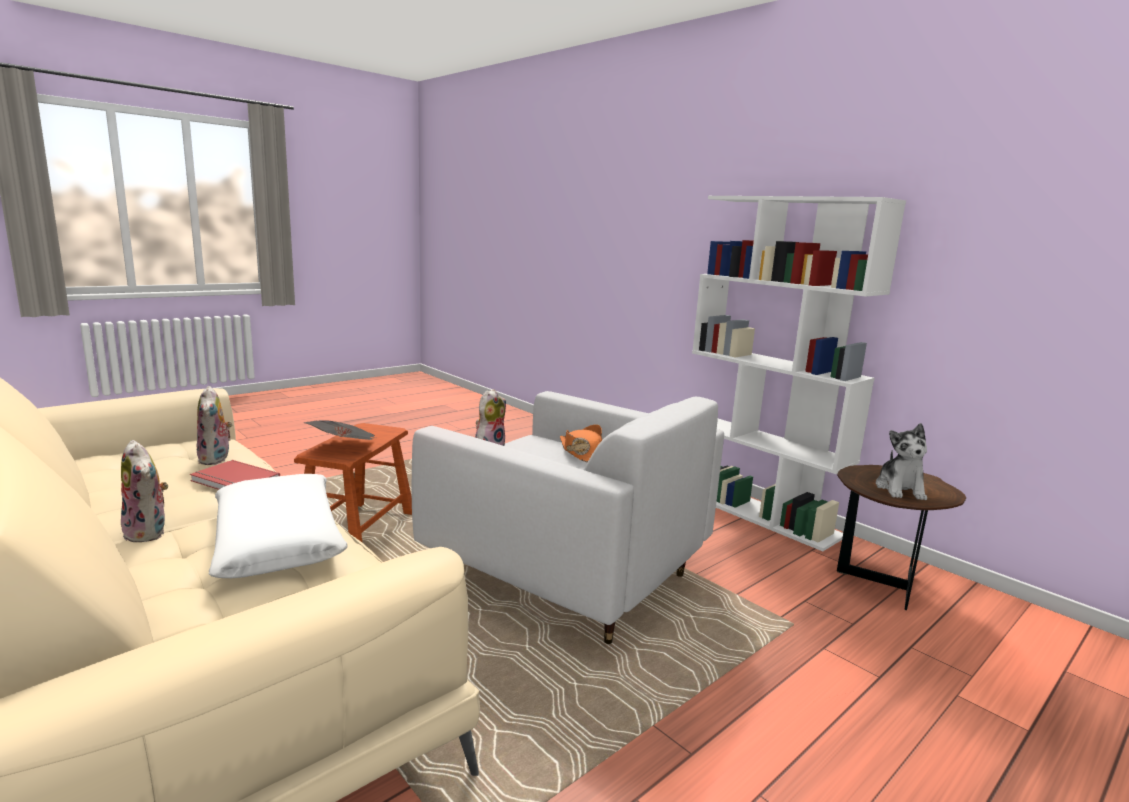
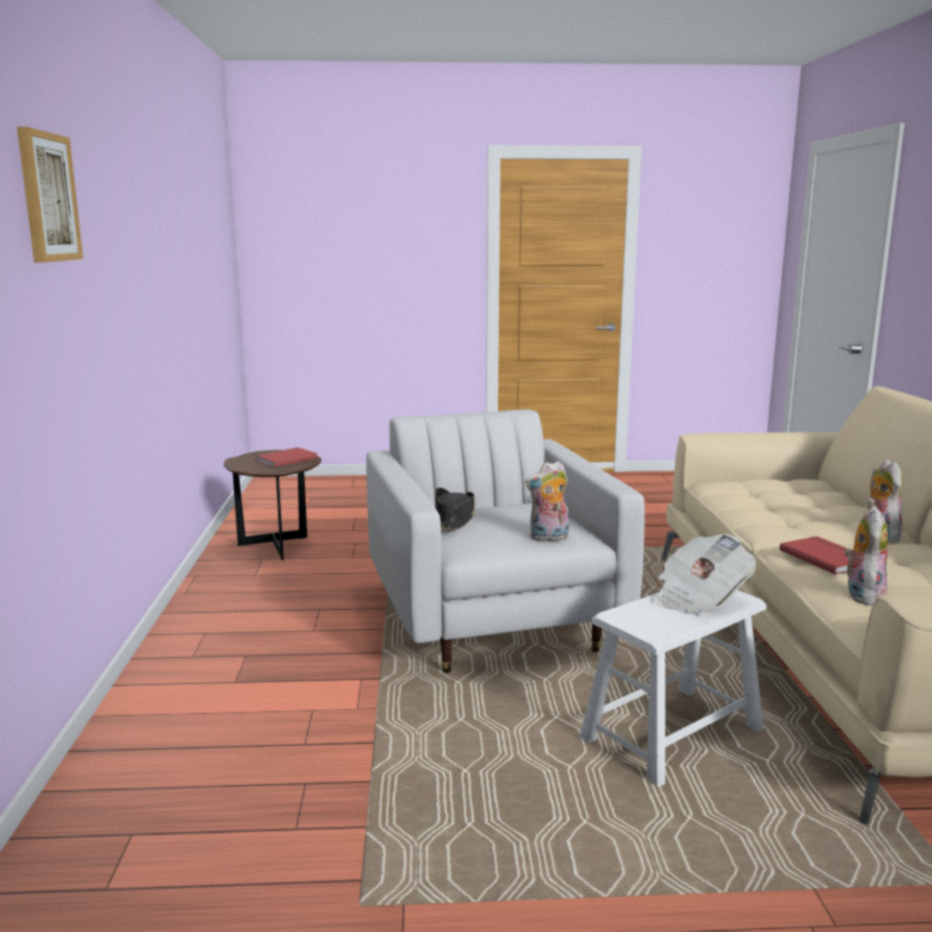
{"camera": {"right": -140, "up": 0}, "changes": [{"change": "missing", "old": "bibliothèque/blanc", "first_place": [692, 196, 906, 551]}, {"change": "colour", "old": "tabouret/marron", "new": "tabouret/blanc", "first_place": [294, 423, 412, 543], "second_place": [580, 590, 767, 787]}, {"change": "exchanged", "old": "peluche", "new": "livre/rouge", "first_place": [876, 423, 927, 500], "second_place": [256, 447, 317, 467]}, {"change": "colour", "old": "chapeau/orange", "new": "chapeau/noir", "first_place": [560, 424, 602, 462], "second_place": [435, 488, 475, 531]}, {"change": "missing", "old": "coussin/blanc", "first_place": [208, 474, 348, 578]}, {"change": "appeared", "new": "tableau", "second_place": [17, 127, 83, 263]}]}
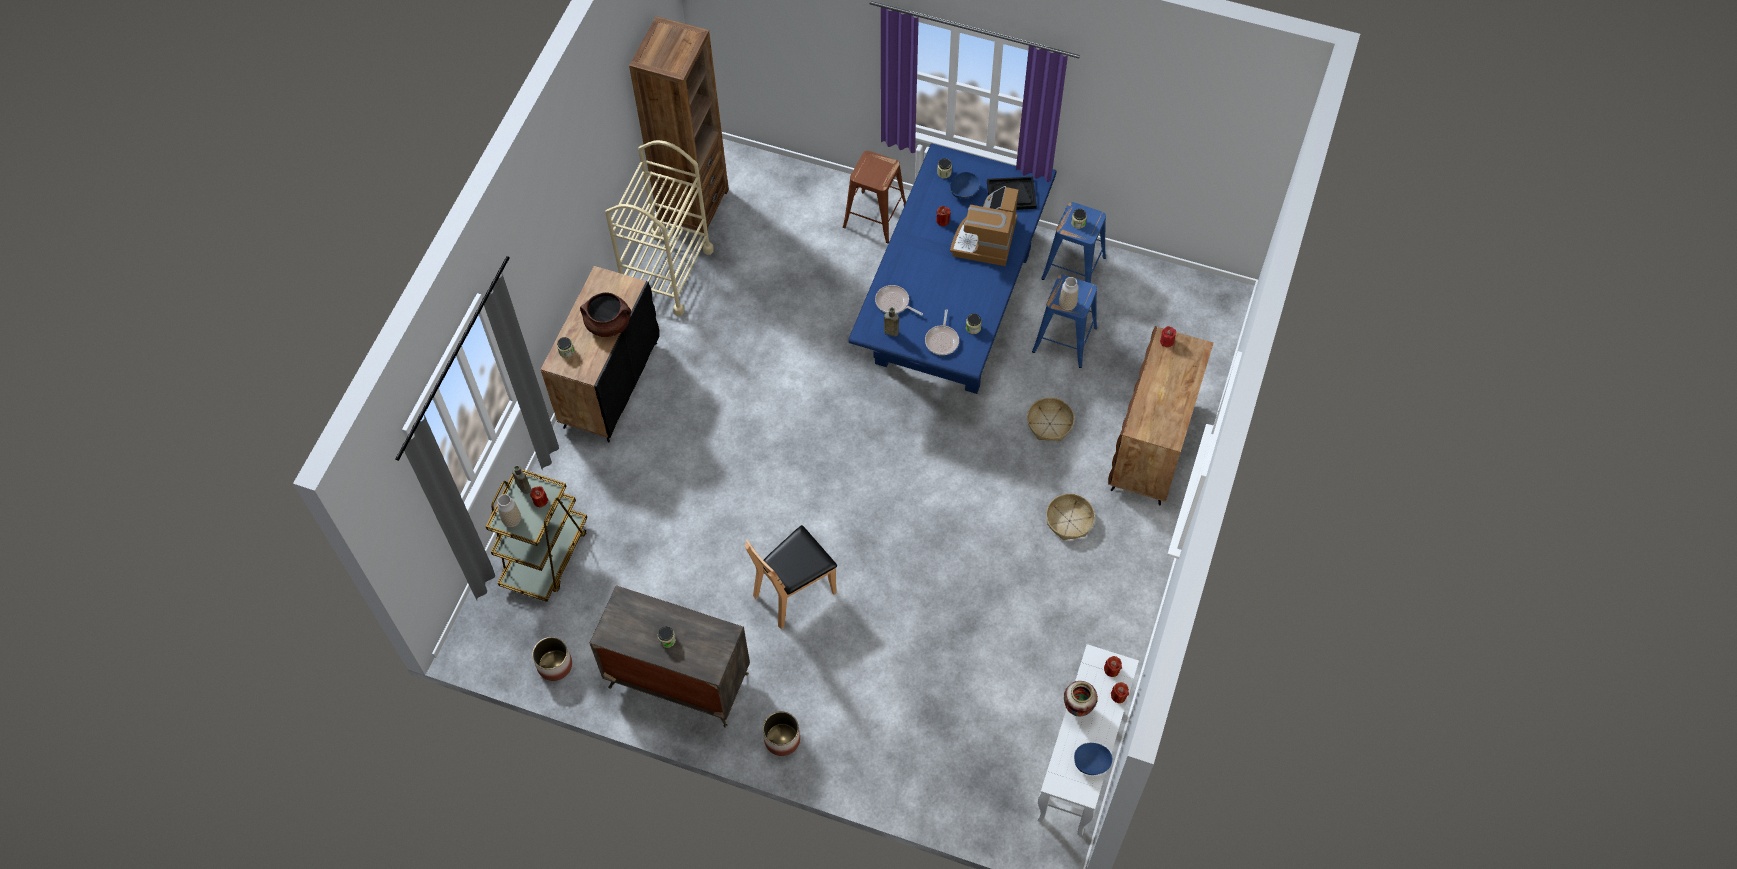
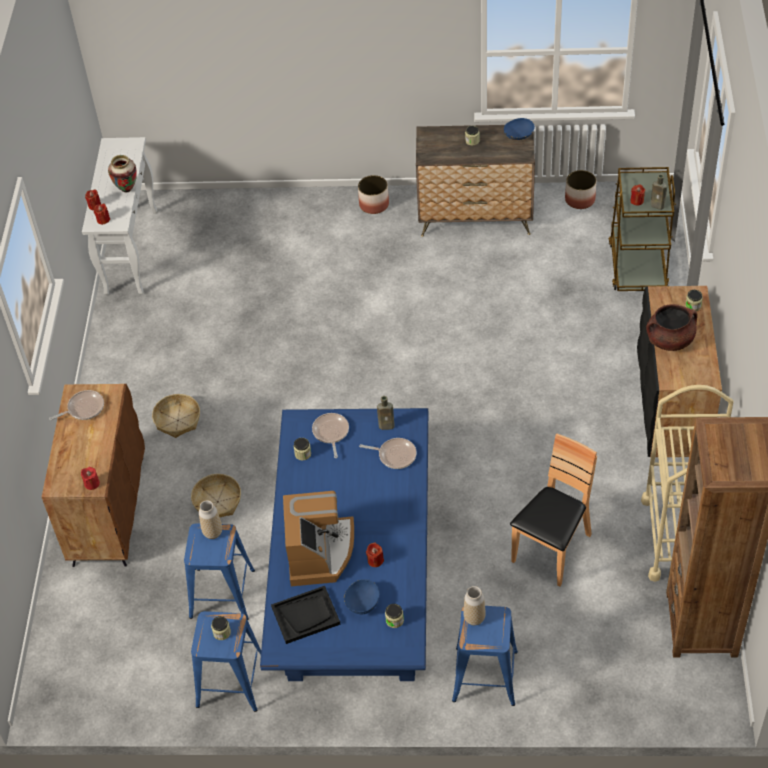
{"camera": {"right": 165, "up": -10}, "changes": [{"change": "colour", "old": "tabouret/marron", "new": "tabouret/bleu", "first_place": [843, 151, 906, 243], "second_place": [452, 606, 518, 706]}, {"change": "relocated", "old": "vase", "first_place": [497, 494, 521, 527], "second_place": [463, 586, 486, 625]}, {"change": "relocated", "old": "chaise/marron", "first_place": [745, 525, 837, 629], "second_place": [510, 434, 597, 587]}, {"change": "relocated", "old": "bol/bleu", "first_place": [1074, 743, 1113, 775], "second_place": [504, 118, 535, 140]}, {"change": "appeared", "new": "poêle", "second_place": [49, 390, 104, 420]}]}
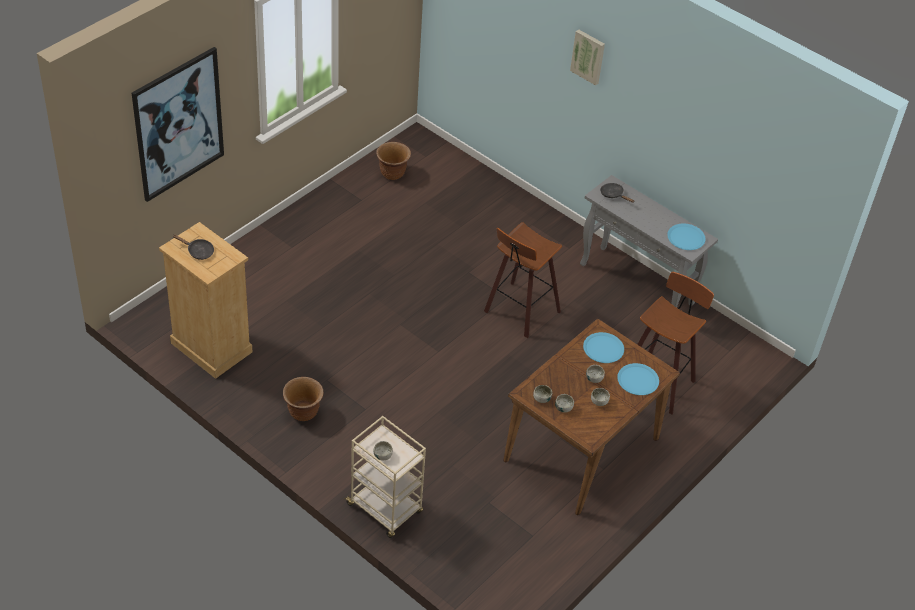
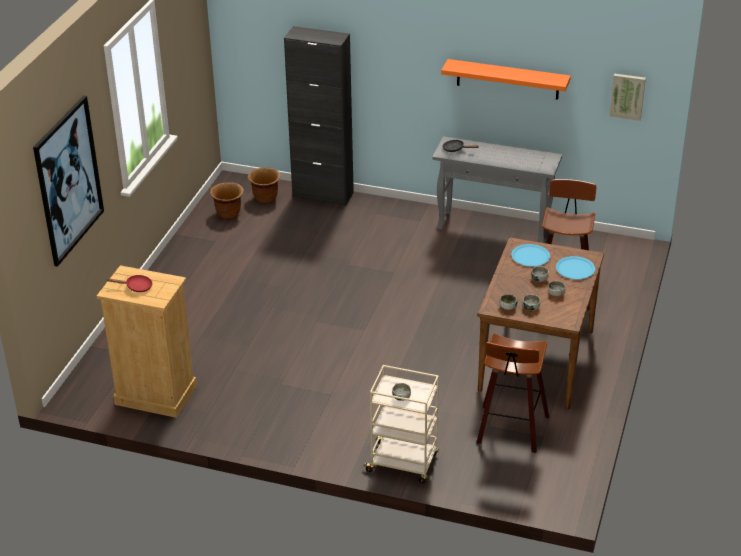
{"camera": {"right": -20, "up": -10}, "changes": [{"change": "relocated", "old": "tableau", "first_place": [570, 29, 605, 85], "second_place": [610, 73, 646, 121]}, {"change": "relocated", "old": "tabouret", "first_place": [484, 222, 562, 338], "second_place": [477, 333, 549, 453]}, {"change": "missing", "old": "assiette/bleu", "first_place": [667, 224, 706, 250]}, {"change": "colour", "old": "poêle/noir", "new": "poêle/rouge", "first_place": [173, 235, 214, 260], "second_place": [107, 275, 152, 292]}, {"change": "relocated", "old": "cache-pot/marron", "first_place": [283, 377, 324, 421], "second_place": [248, 167, 281, 203]}, {"change": "appeared", "new": "meuble de rangement/noir", "second_place": [284, 26, 354, 206]}, {"change": "appeared", "new": "étagère/orange", "second_place": [441, 59, 571, 100]}]}
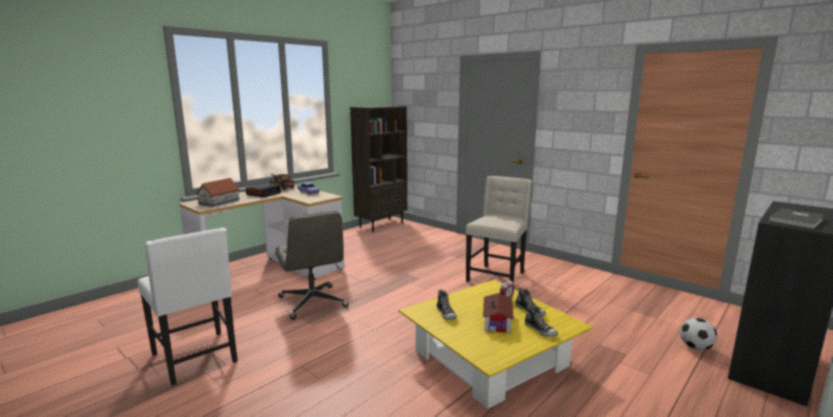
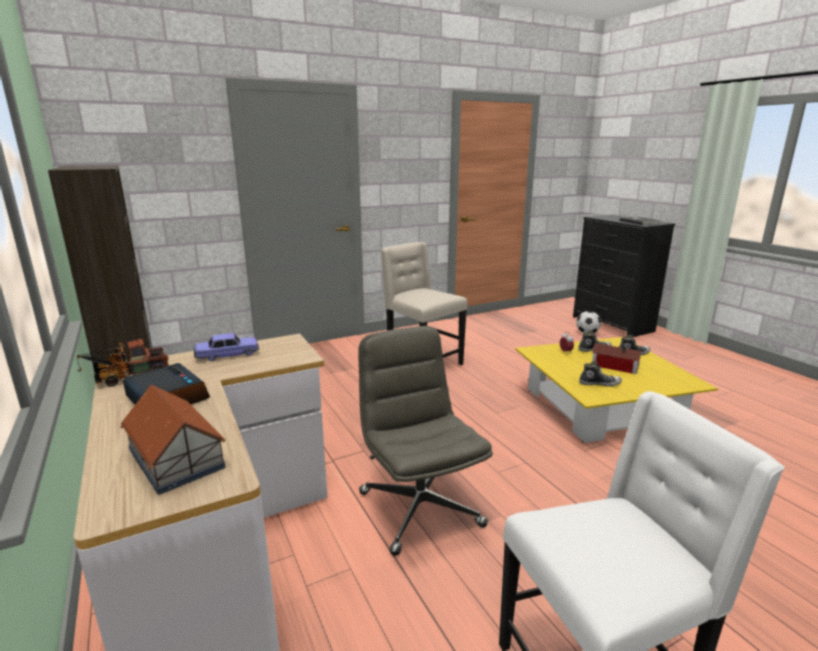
{"camera": {"right": -70, "up": 5}, "changes": [{"change": "spun", "old": "chaise de bureau/gris", "first_place": [275, 211, 348, 320], "second_place": [358, 326, 493, 556], "degrees": -105}]}
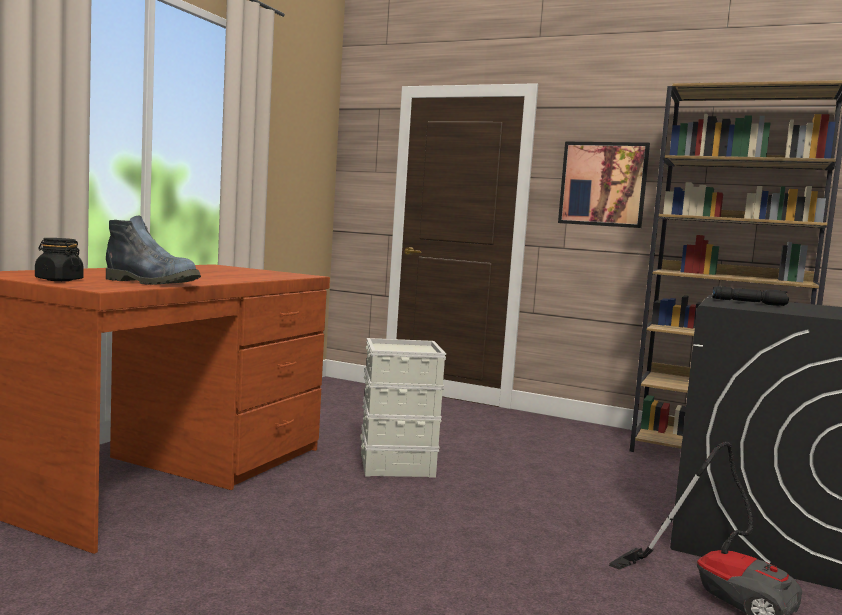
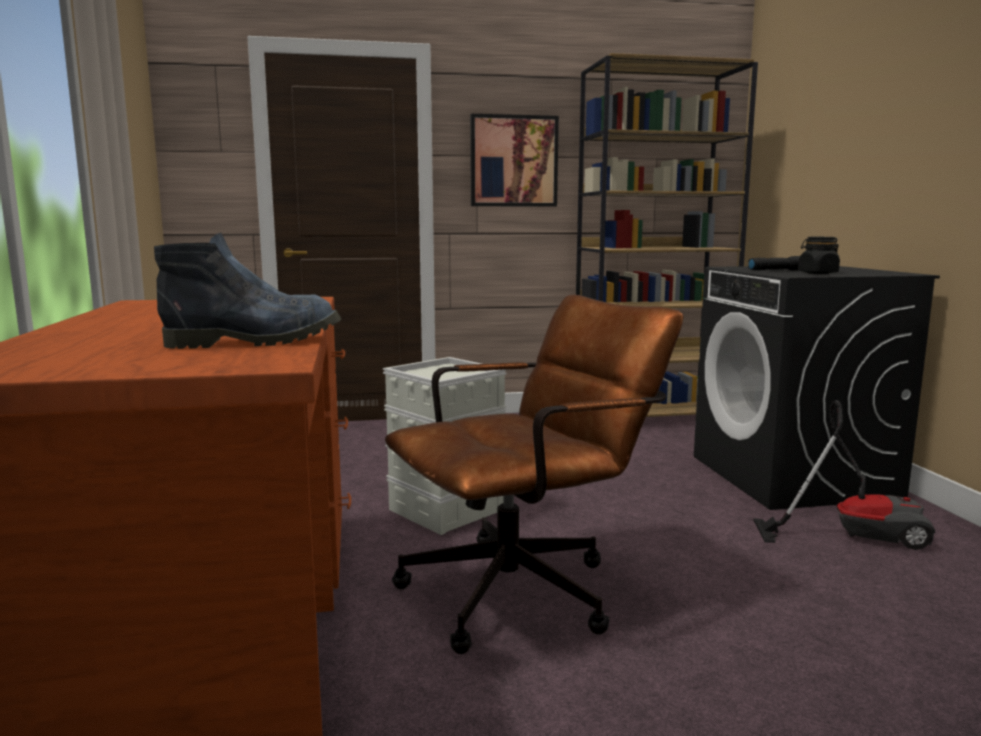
{"camera": {"right": -35, "up": 5}, "changes": [{"change": "relocated", "old": "bocal/noir", "first_place": [35, 238, 84, 281], "second_place": [798, 237, 840, 274]}, {"change": "appeared", "new": "chaise de bureau/marron", "second_place": [385, 295, 684, 654]}]}
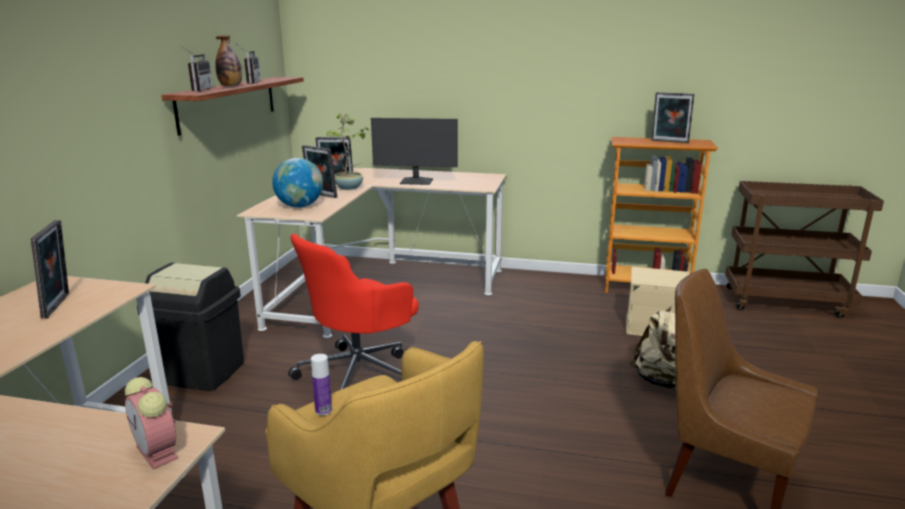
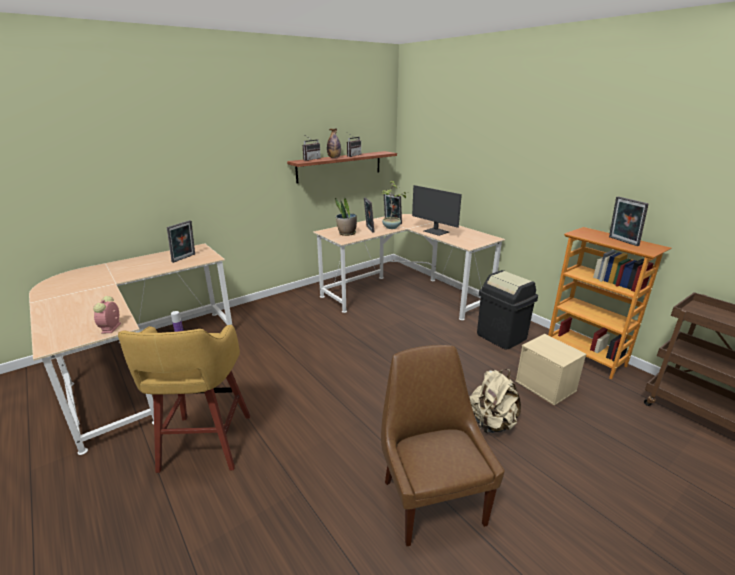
{"camera": {"right": 40, "up": 5}, "changes": [{"change": "exchanged", "old": "globe", "new": "plante en pot", "first_place": [272, 158, 323, 208], "second_place": [335, 198, 357, 236]}, {"change": "missing", "old": "chaise de bureau/rouge", "first_place": [288, 234, 419, 390]}, {"change": "relocated", "old": "poubelle/noir", "first_place": [137, 263, 244, 391], "second_place": [477, 270, 538, 350]}]}
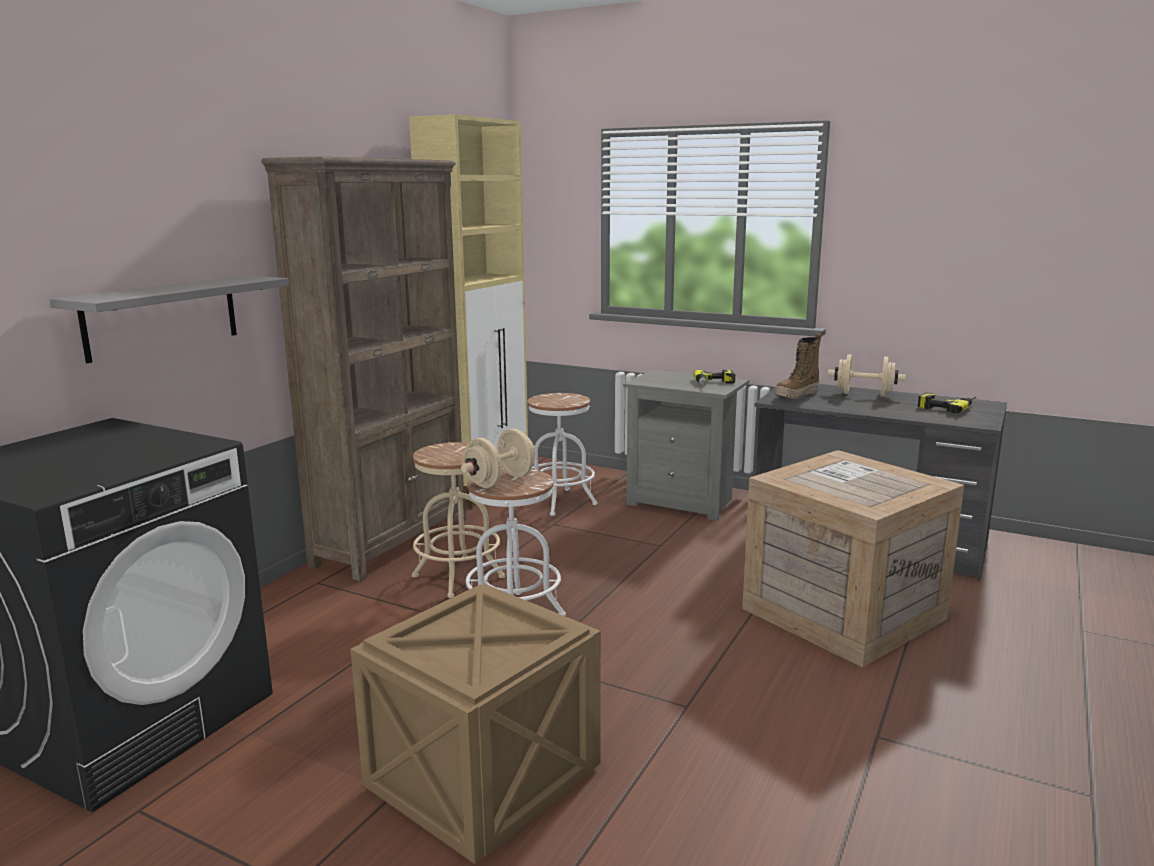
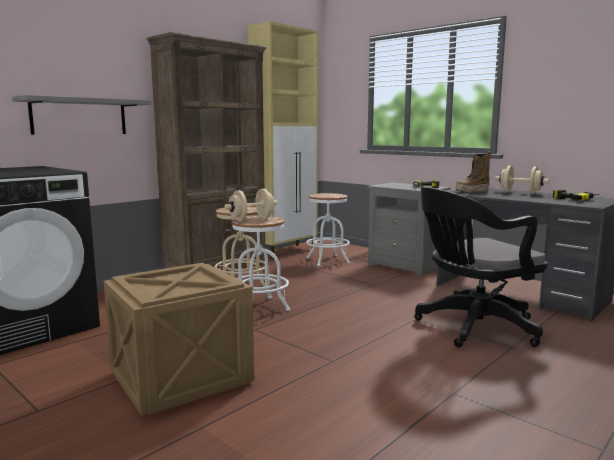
{"camera": {"right": 15, "up": -5}, "changes": [{"change": "exchanged", "old": "caisse", "new": "chaise de bureau/noir", "first_place": [742, 450, 964, 668], "second_place": [414, 187, 548, 348]}]}
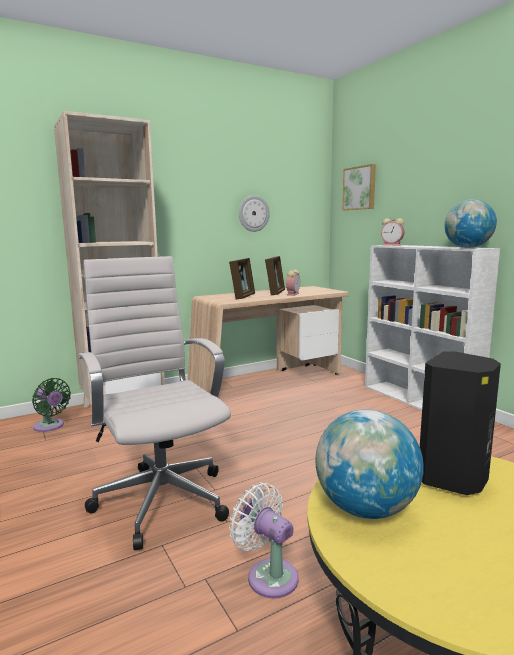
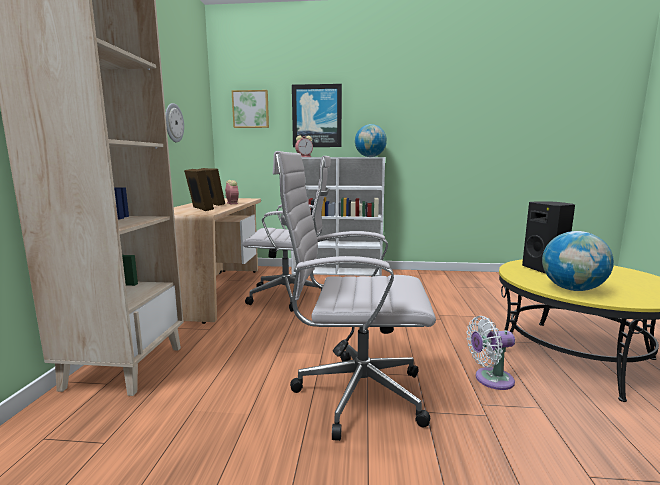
{"camera": {"right": -55, "up": 0}, "changes": [{"change": "missing", "old": "ventilateur/vert", "first_place": [32, 378, 71, 432]}, {"change": "appeared", "new": "tableau", "second_place": [292, 84, 342, 147]}, {"change": "appeared", "new": "chaise de bureau/blanc", "second_place": [242, 156, 331, 312]}]}
